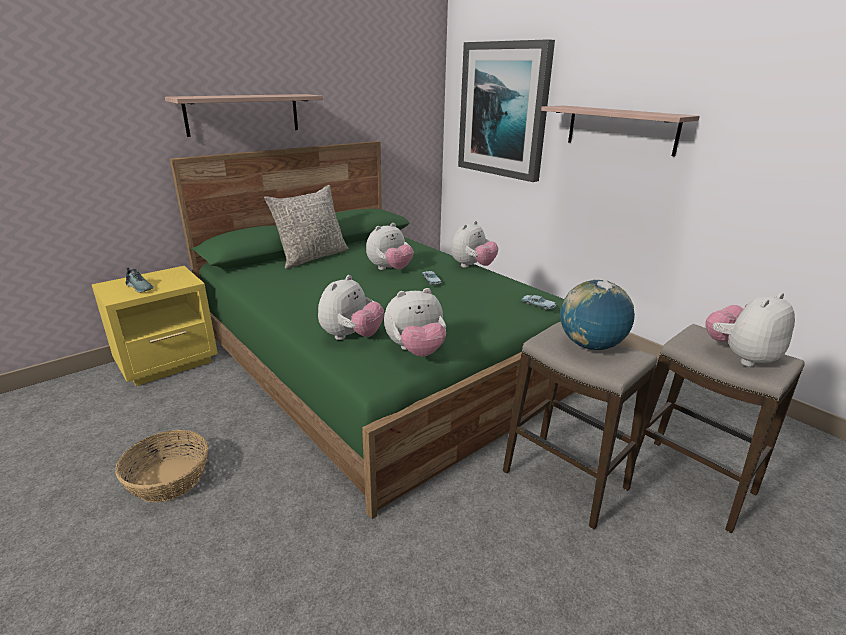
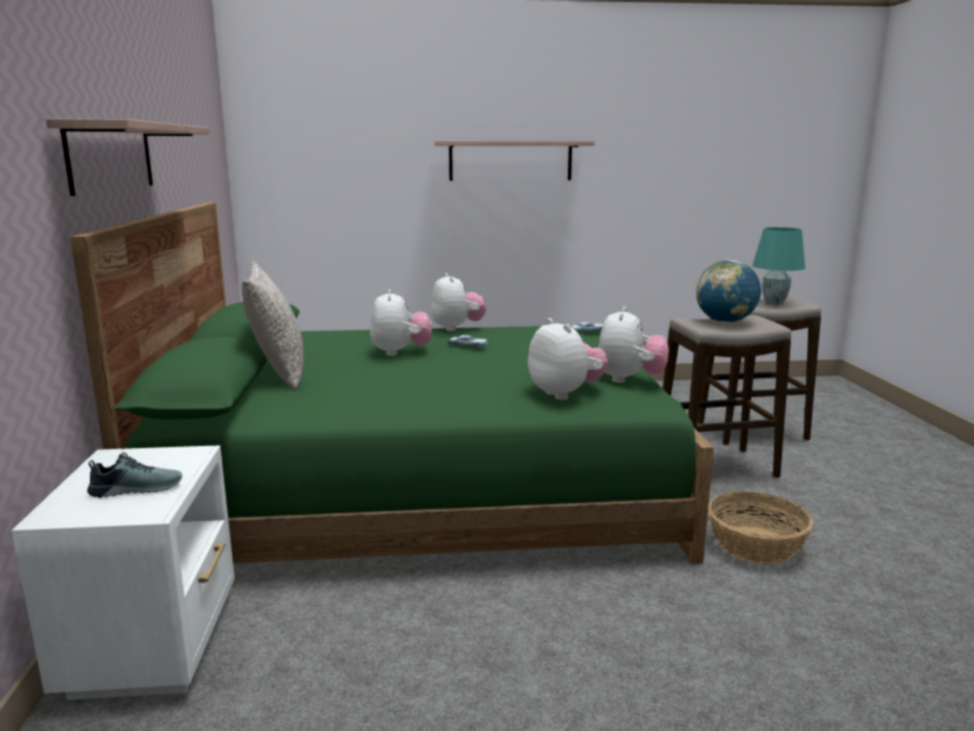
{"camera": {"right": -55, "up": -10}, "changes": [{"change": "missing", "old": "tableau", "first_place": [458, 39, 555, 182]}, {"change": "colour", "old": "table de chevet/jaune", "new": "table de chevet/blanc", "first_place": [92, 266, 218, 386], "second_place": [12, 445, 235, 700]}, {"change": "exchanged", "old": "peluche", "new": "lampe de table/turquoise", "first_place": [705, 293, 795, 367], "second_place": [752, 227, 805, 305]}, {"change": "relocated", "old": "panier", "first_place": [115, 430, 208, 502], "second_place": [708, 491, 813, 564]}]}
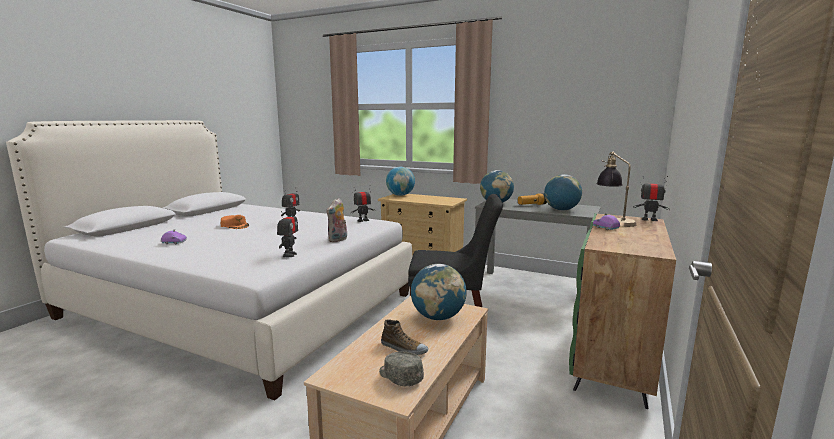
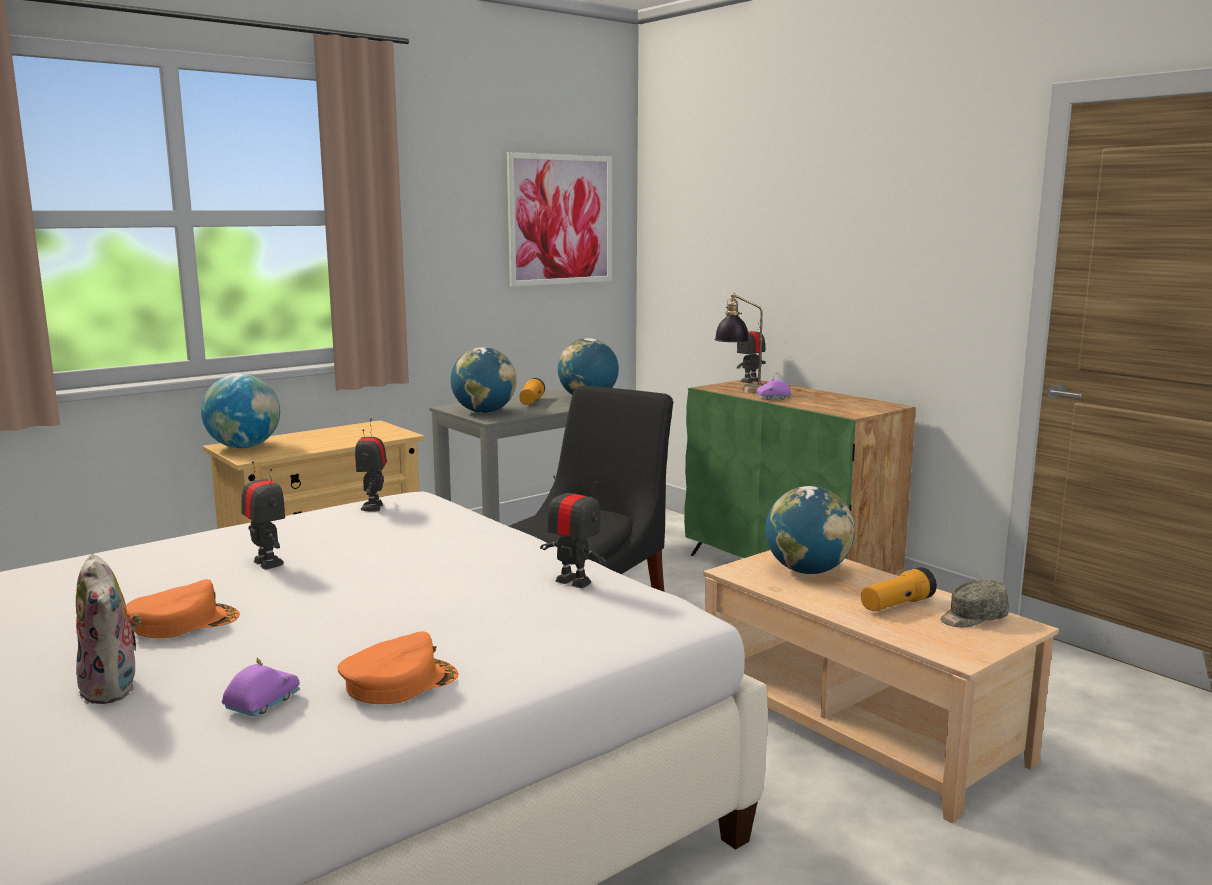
{"camera": {"right": -65, "up": 0}, "changes": [{"change": "relocated", "old": "peluche", "first_place": [326, 198, 347, 242], "second_place": [76, 554, 141, 704]}, {"change": "exchanged", "old": "chaussure", "new": "lampe de poche", "first_place": [381, 319, 428, 355], "second_place": [861, 567, 937, 611]}, {"change": "appeared", "new": "tableau", "second_place": [507, 152, 612, 287]}, {"change": "appeared", "new": "casquette/orange", "second_place": [337, 631, 458, 704]}]}
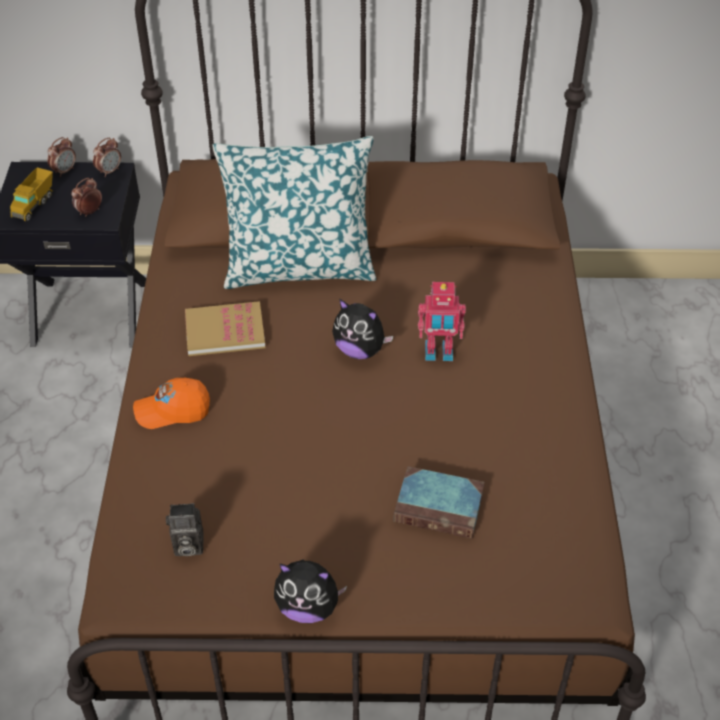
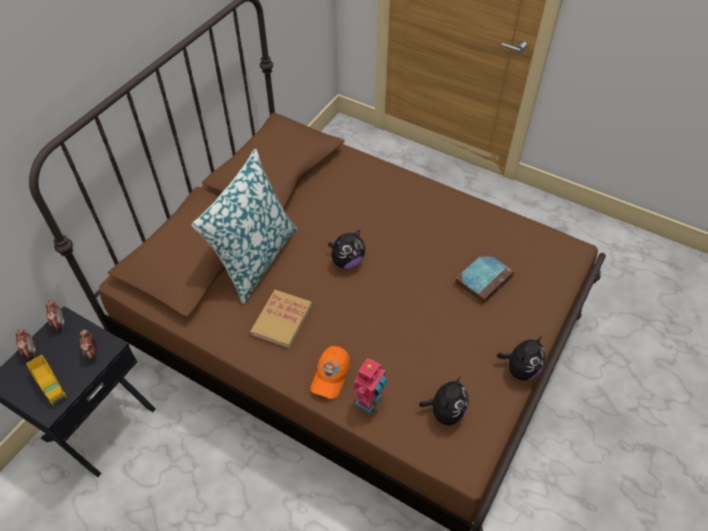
{"camera": {"right": -60, "up": 5}, "changes": [{"change": "relocated", "old": "robot jouet", "first_place": [418, 282, 466, 361], "second_place": [353, 358, 387, 414]}, {"change": "exchanged", "old": "appareil photo", "new": "peluche", "first_place": [166, 503, 203, 556], "second_place": [419, 376, 469, 425]}]}
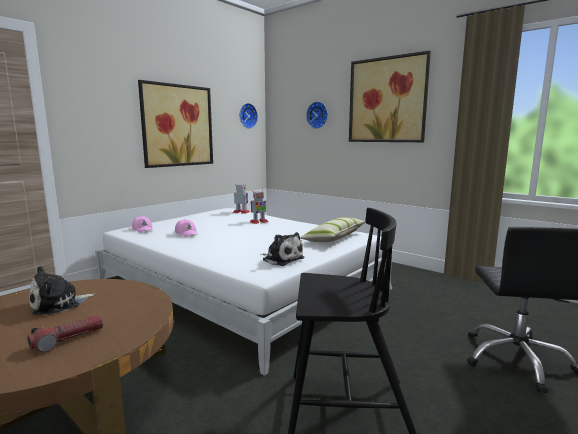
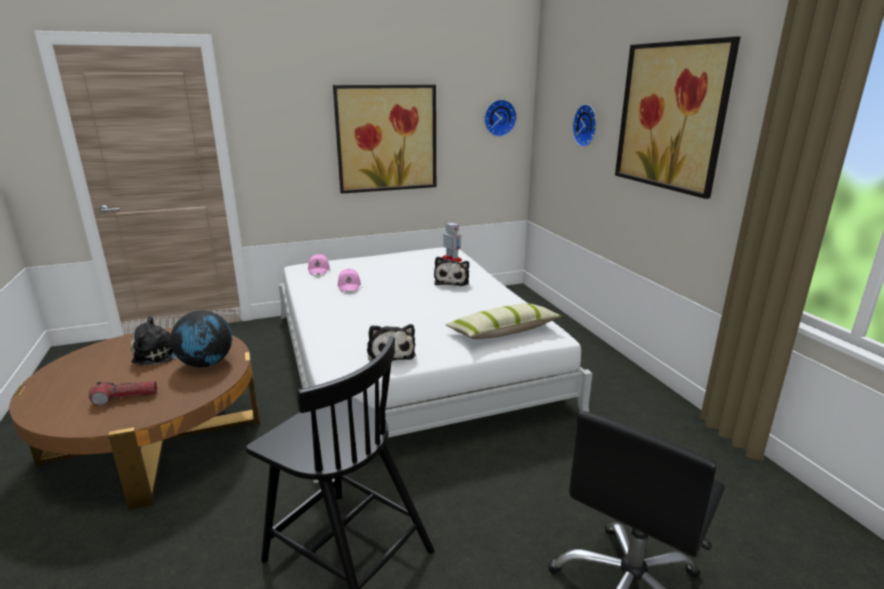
{"camera": {"right": 30, "up": 10}, "changes": [{"change": "exchanged", "old": "robot jouet", "new": "peluche", "first_place": [250, 191, 268, 224], "second_place": [434, 256, 469, 286]}, {"change": "appeared", "new": "globe", "second_place": [170, 310, 232, 367]}]}
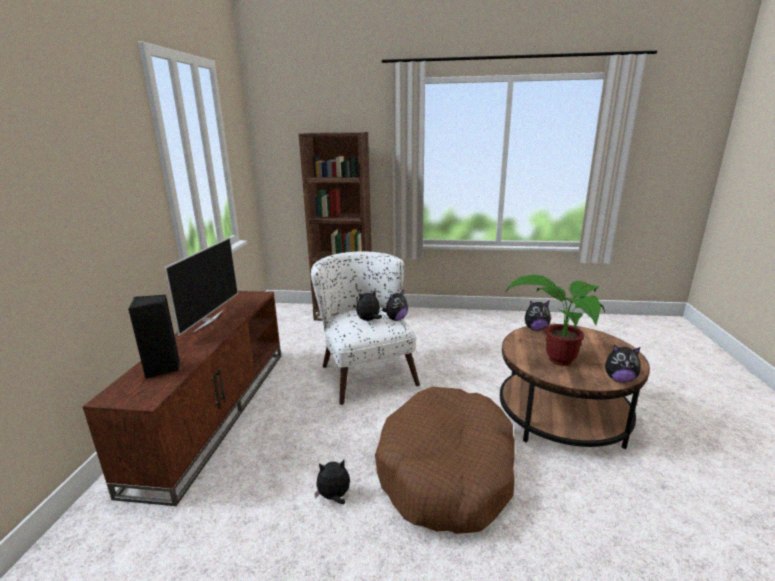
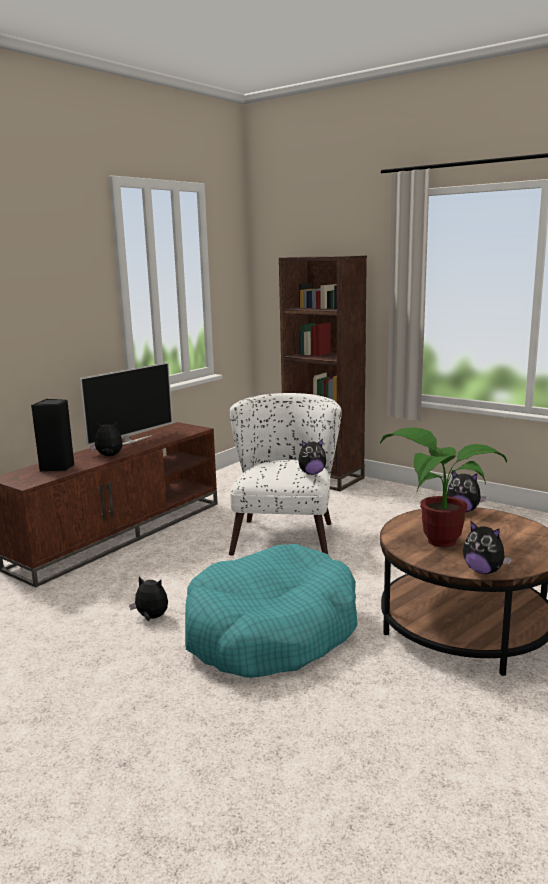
{"camera": {"right": 30, "up": -5}, "changes": [{"change": "relocated", "old": "peluche", "first_place": [356, 290, 382, 321], "second_place": [91, 422, 123, 456]}, {"change": "colour", "old": "panier pour chien/marron", "new": "panier pour chien/turquoise", "first_place": [375, 386, 515, 534], "second_place": [185, 544, 357, 678]}]}
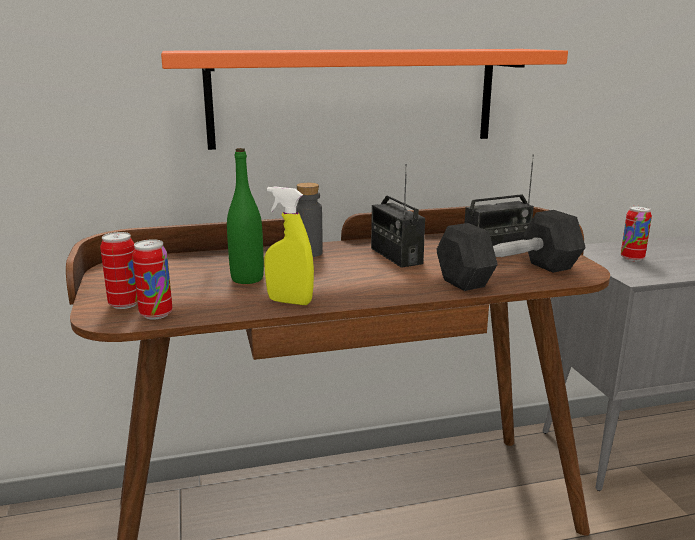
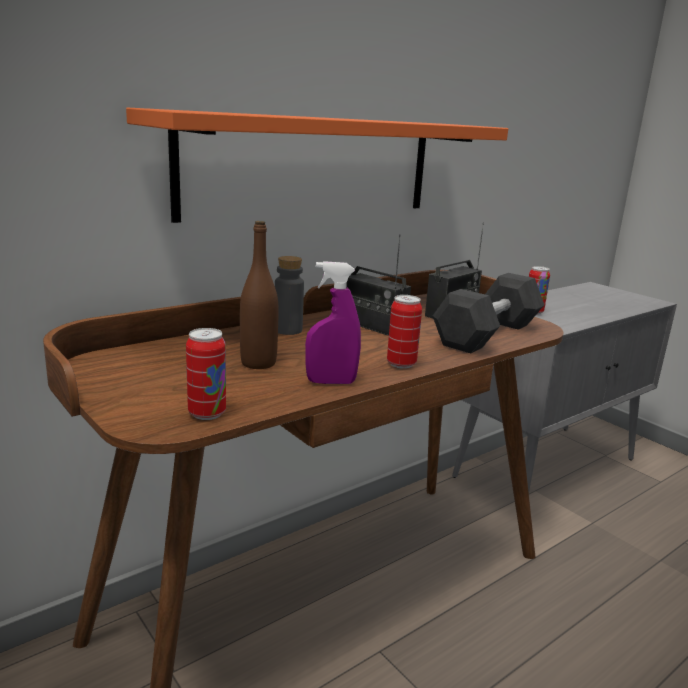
{"camera": {"right": -25, "up": 0}, "changes": [{"change": "colour", "old": "bouteille/vert", "new": "bouteille/marron", "first_place": [227, 148, 264, 284], "second_place": [240, 221, 278, 369]}, {"change": "colour", "old": "vaporisateur/jaune", "new": "vaporisateur/violet", "first_place": [264, 186, 314, 305], "second_place": [305, 261, 361, 384]}, {"change": "relocated", "old": "boîte métallique", "first_place": [100, 232, 138, 309], "second_place": [387, 295, 422, 369]}]}
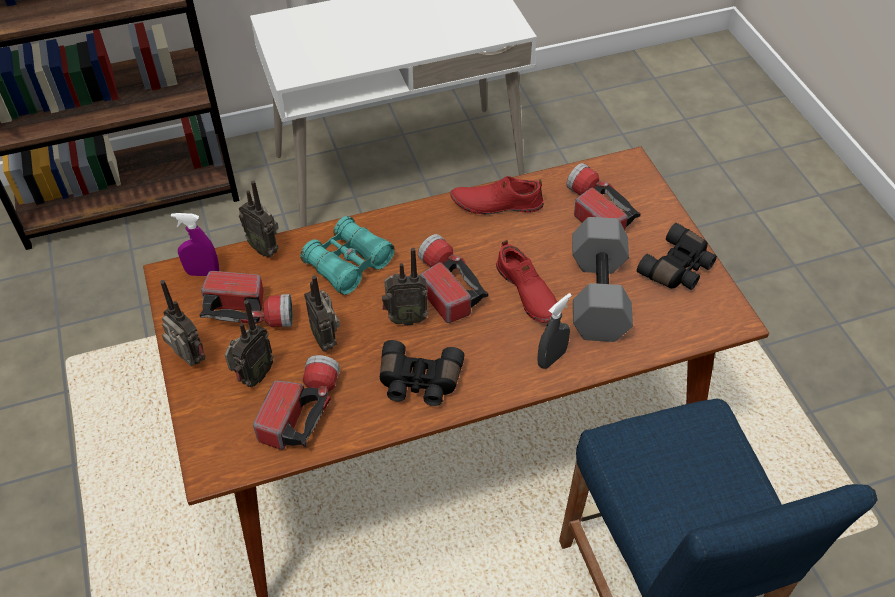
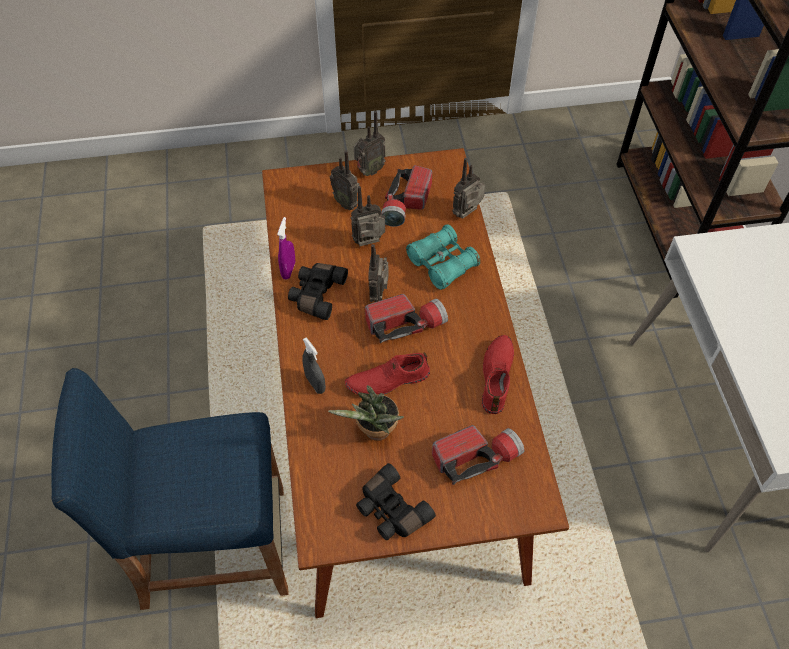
{"camera": {"right": 100, "up": 5}, "changes": [{"change": "relocated", "old": "vaporisateur/violet", "first_place": [171, 213, 219, 276], "second_place": [277, 217, 295, 279]}, {"change": "exchanged", "old": "haltère/gris", "new": "plante en pot", "first_place": [572, 217, 633, 342], "second_place": [328, 385, 404, 441]}, {"change": "missing", "old": "lampe de poche", "first_place": [253, 355, 340, 450]}]}
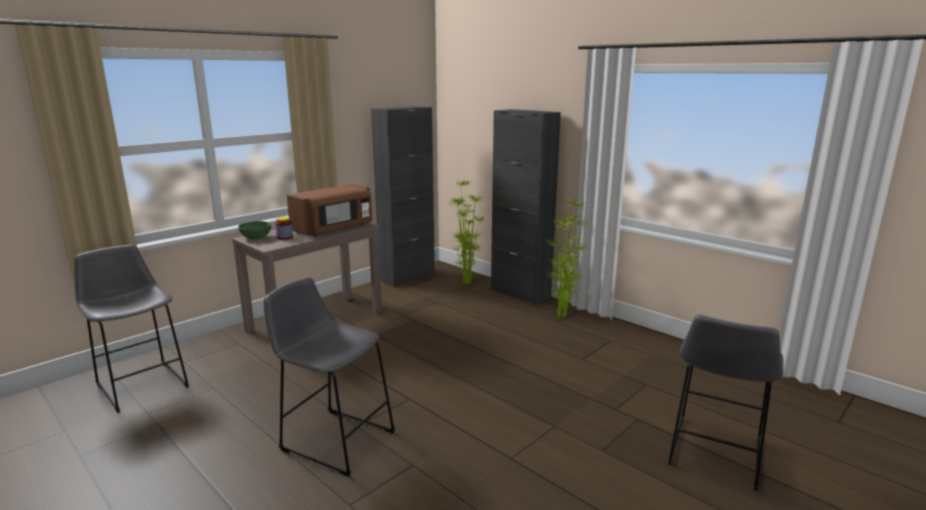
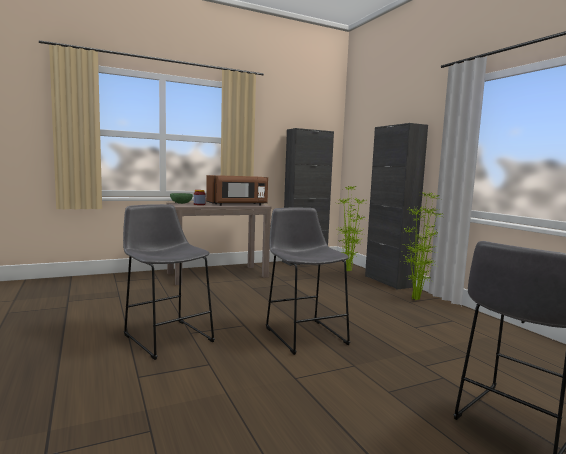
{"camera": {"right": 20, "up": -10}, "changes": [{"change": "relocated", "old": "tabouret/gris", "first_place": [74, 245, 189, 413], "second_place": [266, 207, 350, 355]}]}
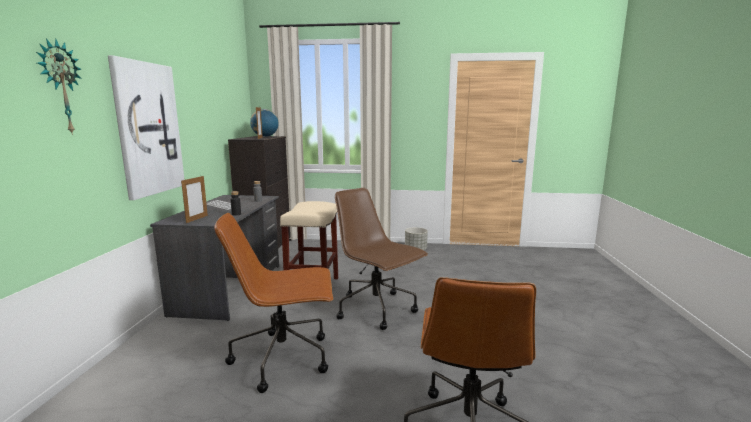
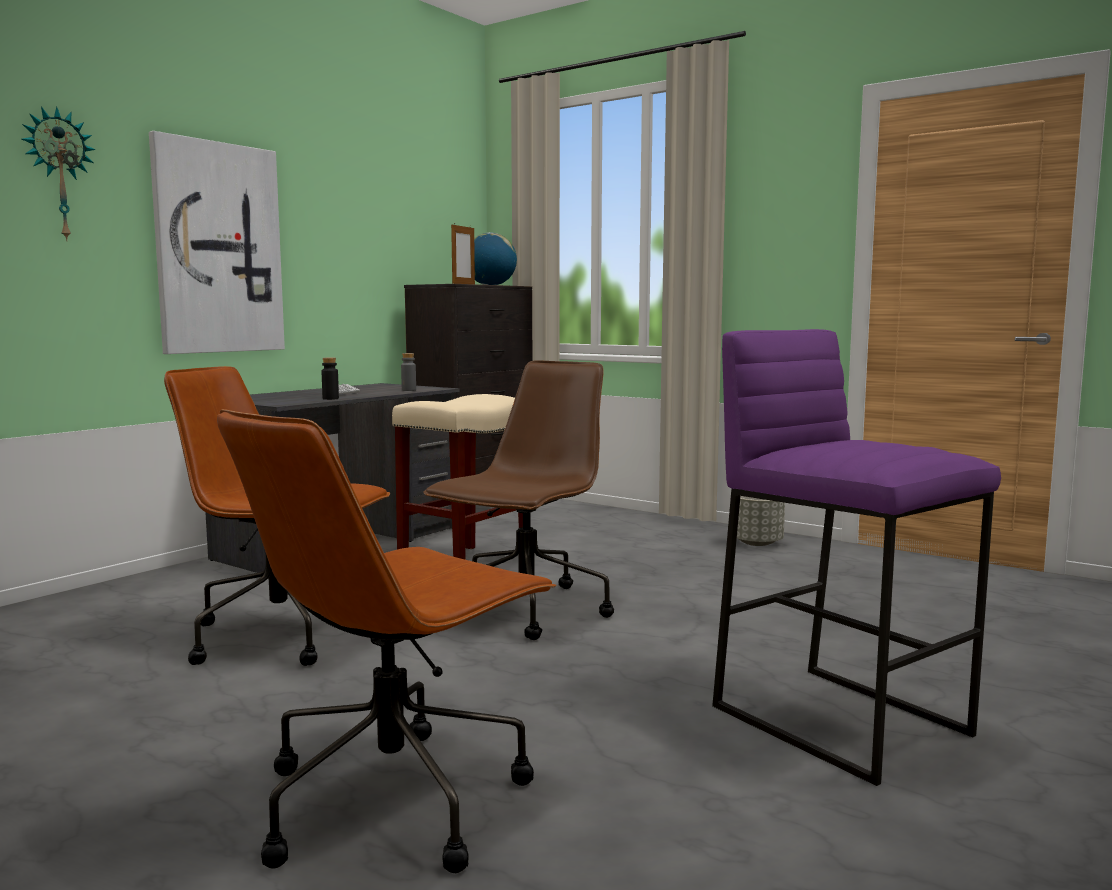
{"camera": {"right": 30, "up": -5}, "changes": [{"change": "missing", "old": "cadre photo", "first_place": [181, 175, 208, 223]}, {"change": "spun", "old": "chaise de bureau/marron", "first_place": [335, 188, 428, 330], "second_place": [423, 361, 614, 640], "degrees": 45}, {"change": "appeared", "new": "tabouret/violet", "second_place": [712, 329, 1001, 786]}]}
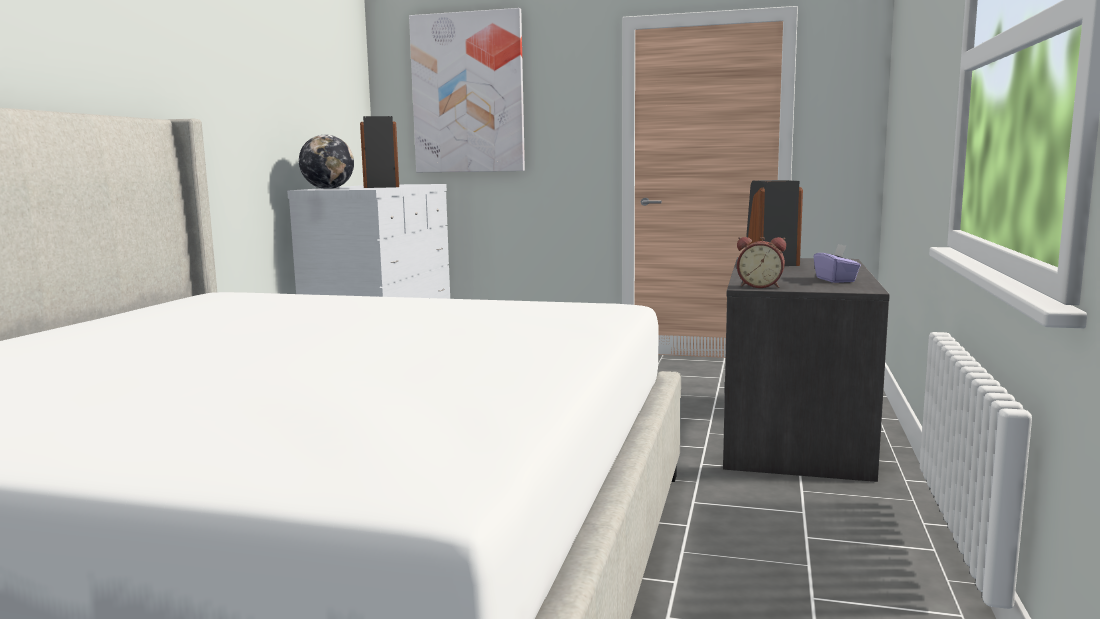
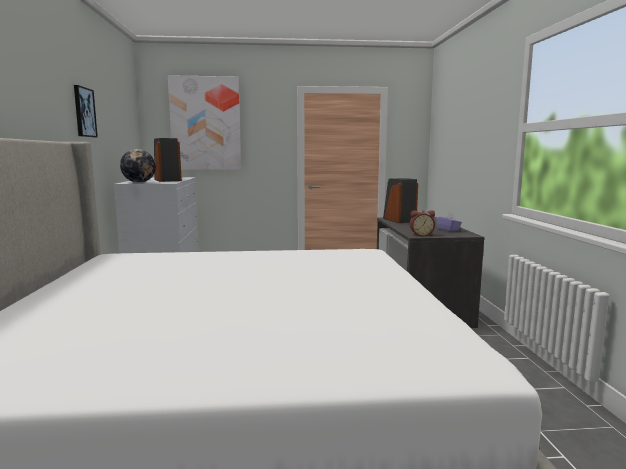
{"camera": {"right": -20, "up": 0}, "changes": [{"change": "appeared", "new": "tableau", "second_place": [74, 85, 98, 137]}]}
